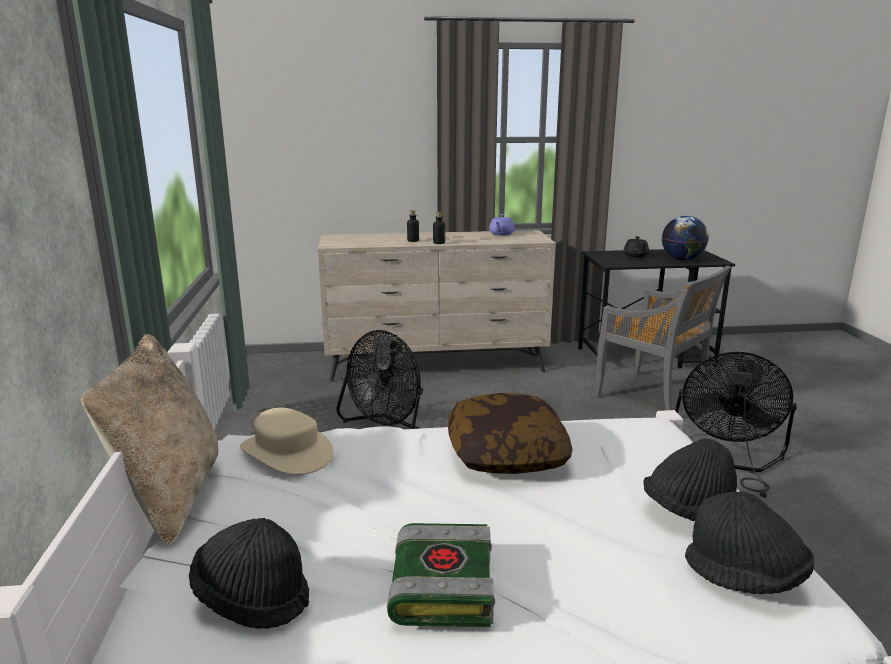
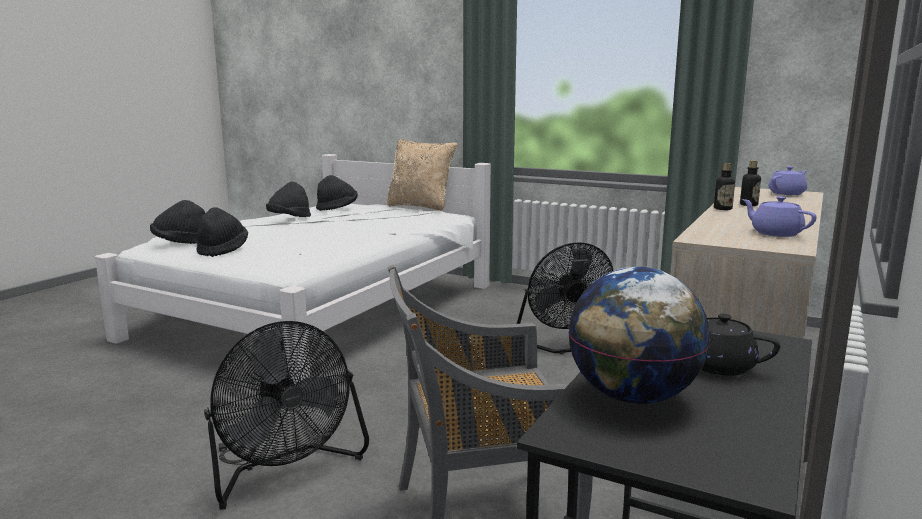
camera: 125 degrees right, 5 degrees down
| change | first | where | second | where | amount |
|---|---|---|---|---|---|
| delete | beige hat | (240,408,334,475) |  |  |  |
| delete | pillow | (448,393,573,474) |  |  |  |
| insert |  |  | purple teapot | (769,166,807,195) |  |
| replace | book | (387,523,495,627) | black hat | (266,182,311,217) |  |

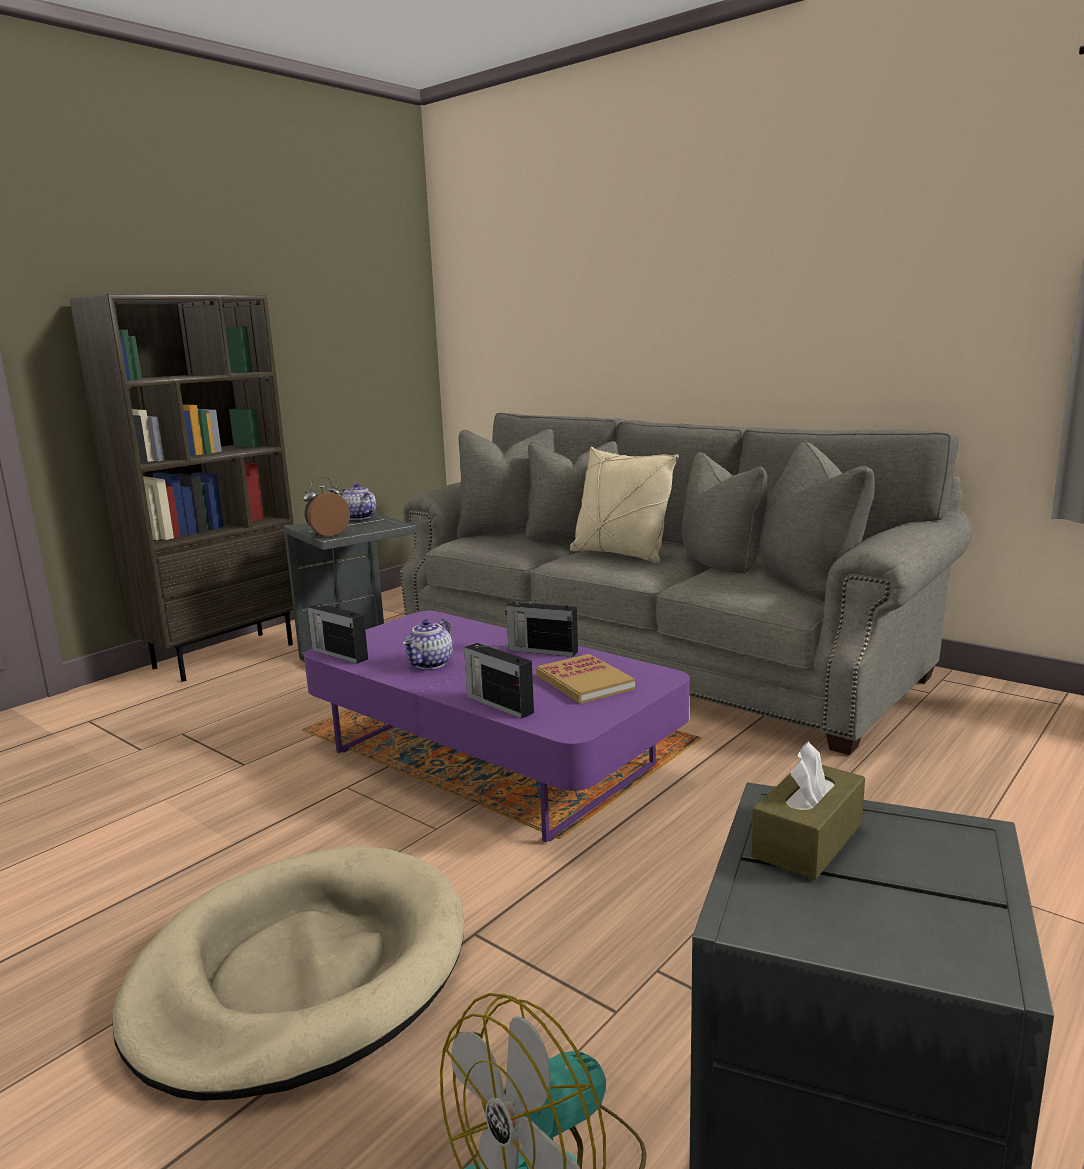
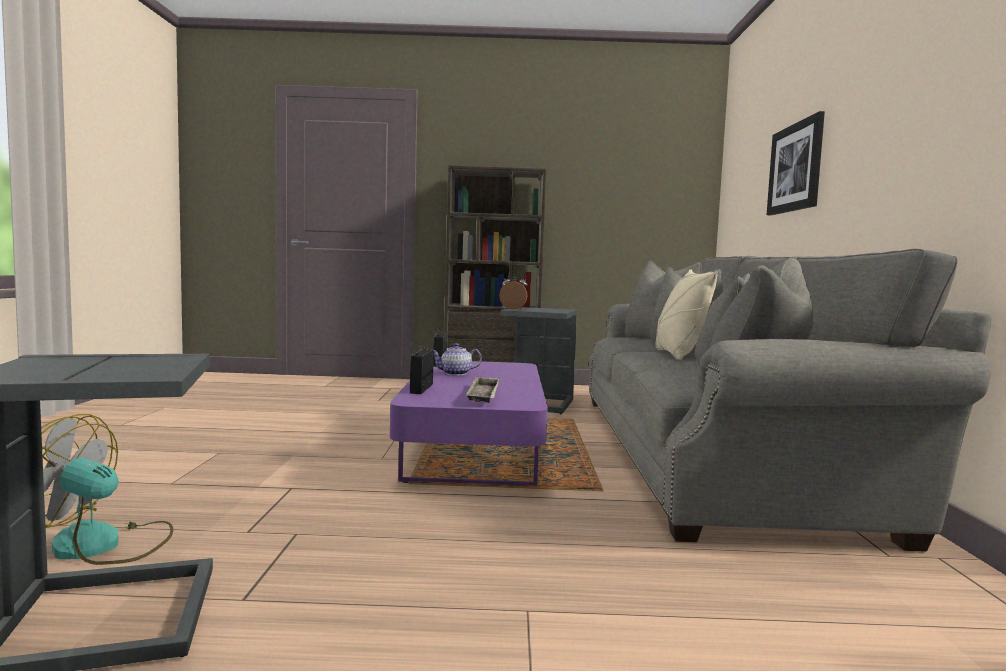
camera: 50 degrees right, 10 degrees down
| change | first | where | second | where | amount |
|---|---|---|---|---|---|
| delete | beige dog bed | (113,846,464,1101) |  |  |  |
| delete | teapot | (342,483,376,520) |  |  |  |
| delete | radio | (505,595,578,657) |  |  |  |
| delete | brown tissue box | (751,741,865,880) |  |  |  |
| insert |  |  | picture | (767,111,825,216) |  |
| replace | book | (536,654,635,704) | tray | (466,376,499,403) |  |

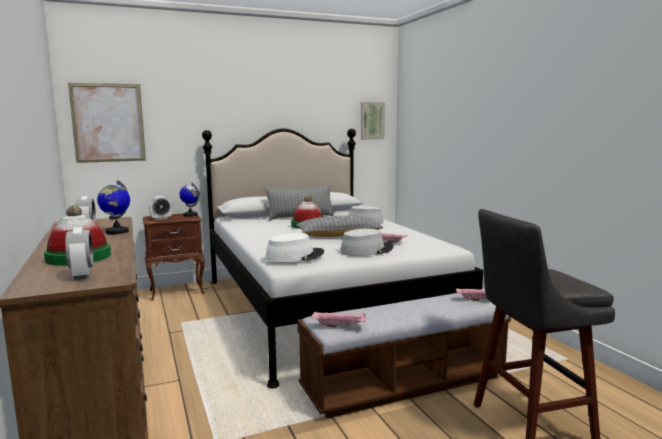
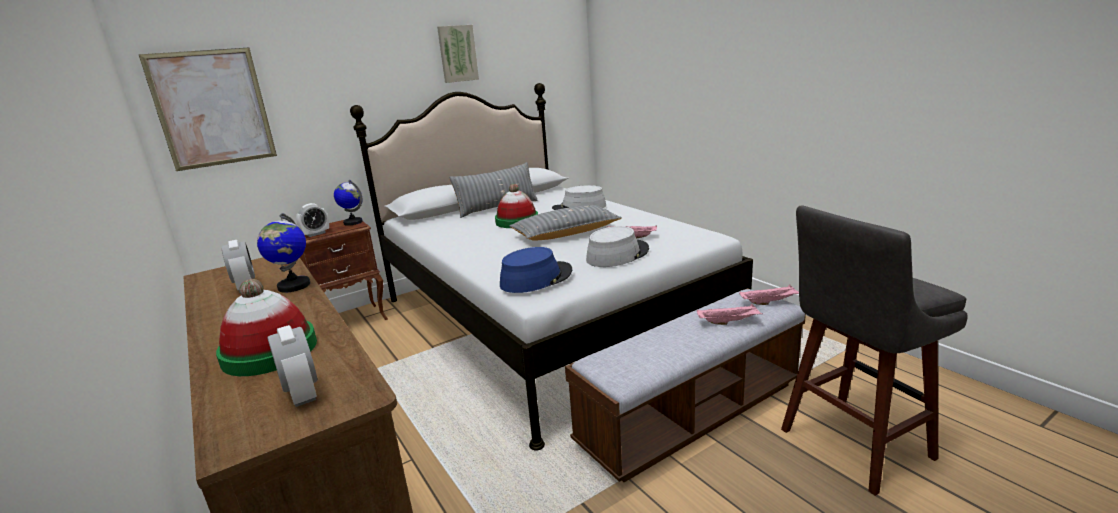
camera: 10 degrees left, 10 degrees up
| change | first | where | second | where | amount |
|---|---|---|---|---|---|
| move | pink tray | (311,311,366,328) |  | (697,304,763,325) |  |
| move | picture | (361,102,385,140) |  | (437,25,479,83) |  |
| recolor | white hat | (265,233,324,262) | blue hat | (500,247,572,293) |  |

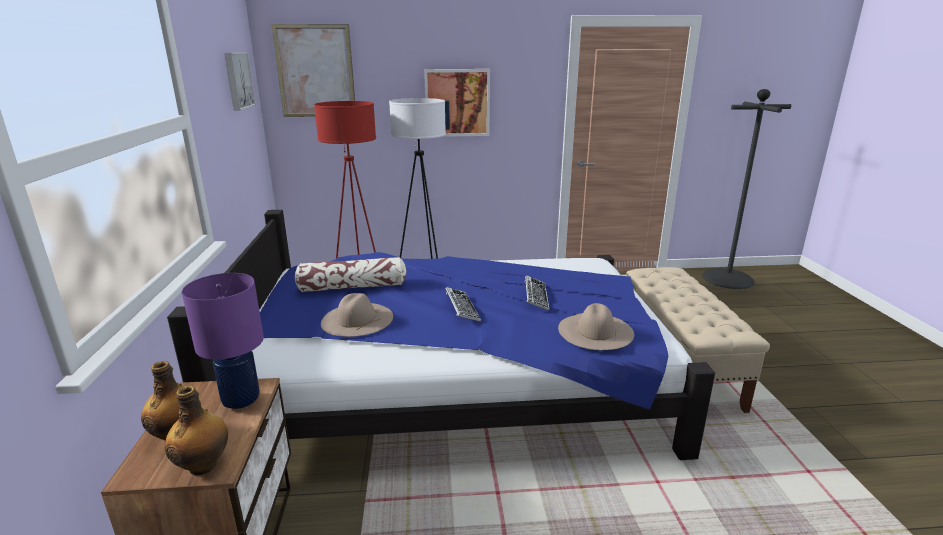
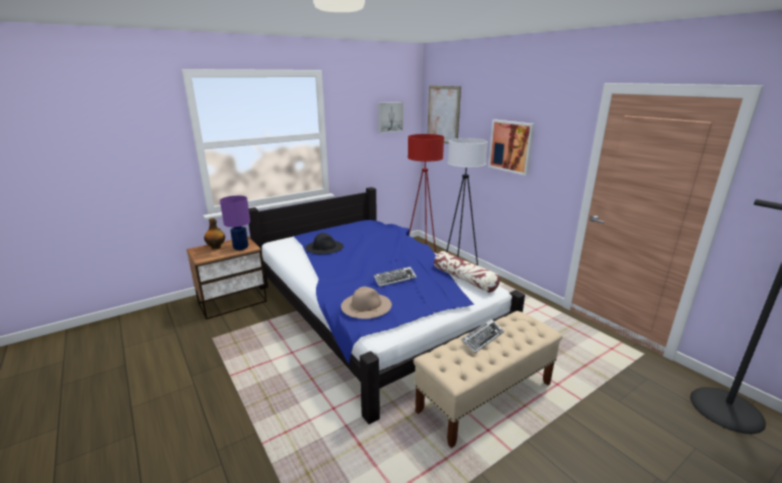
camera: 60 degrees right, 0 degrees up
| change | first | where | second | where | amount |
|---|---|---|---|---|---|
| delete | bottle | (165,386,228,476) |  |  |  |
| move | pillow | (295,257,407,292) |  | (434,251,500,293) |  |
| move | keyboard | (445,287,481,322) |  | (461,319,504,353) |  |
| recolor | beige hat | (321,293,393,337) | black hat | (305,233,344,254) |  |

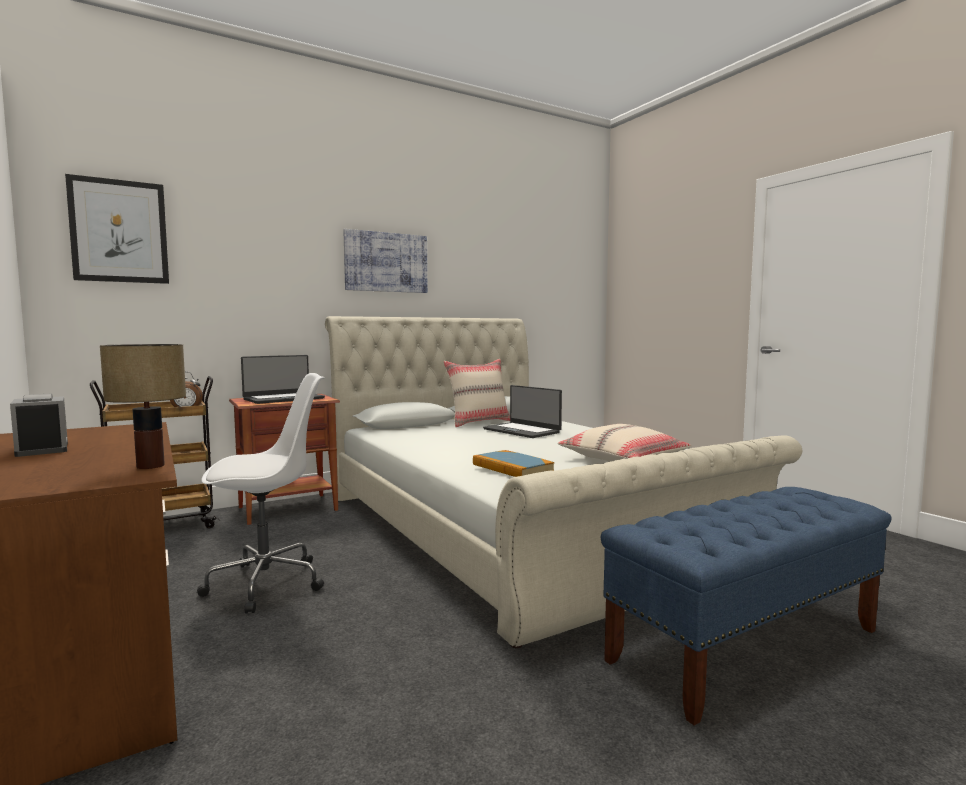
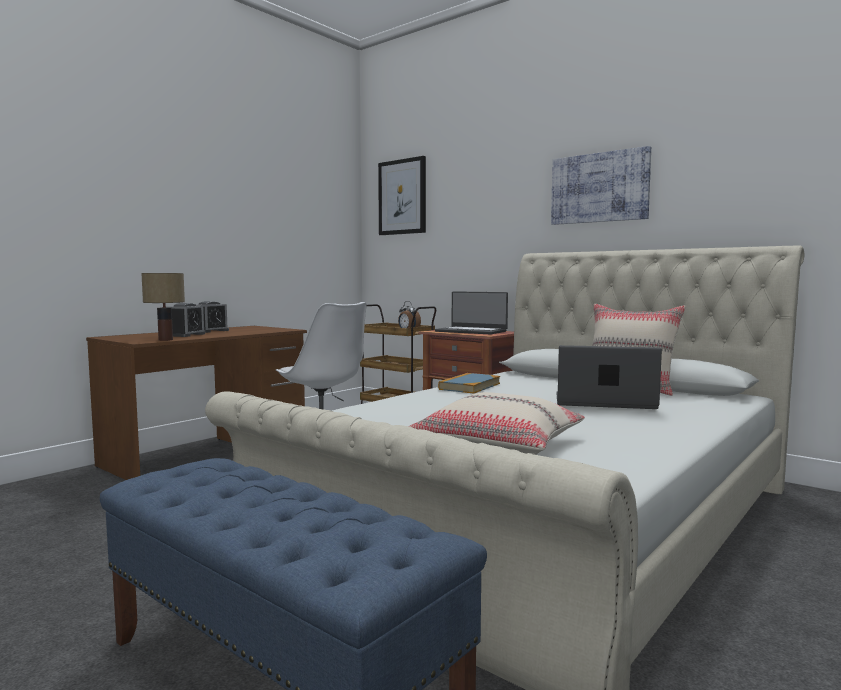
camera: 70 degrees right, 0 degrees up
| change | first | where | second | where | amount |
|---|---|---|---|---|---|
| insert |  |  | alarm clock | (170,303,205,337) |  |
| move | book | (473,450,555,477) |  | (438,373,500,394) |  |
| rotate | laptop | (483,385,562,438) |  | (556,345,662,409) | 75 degrees clockwise |

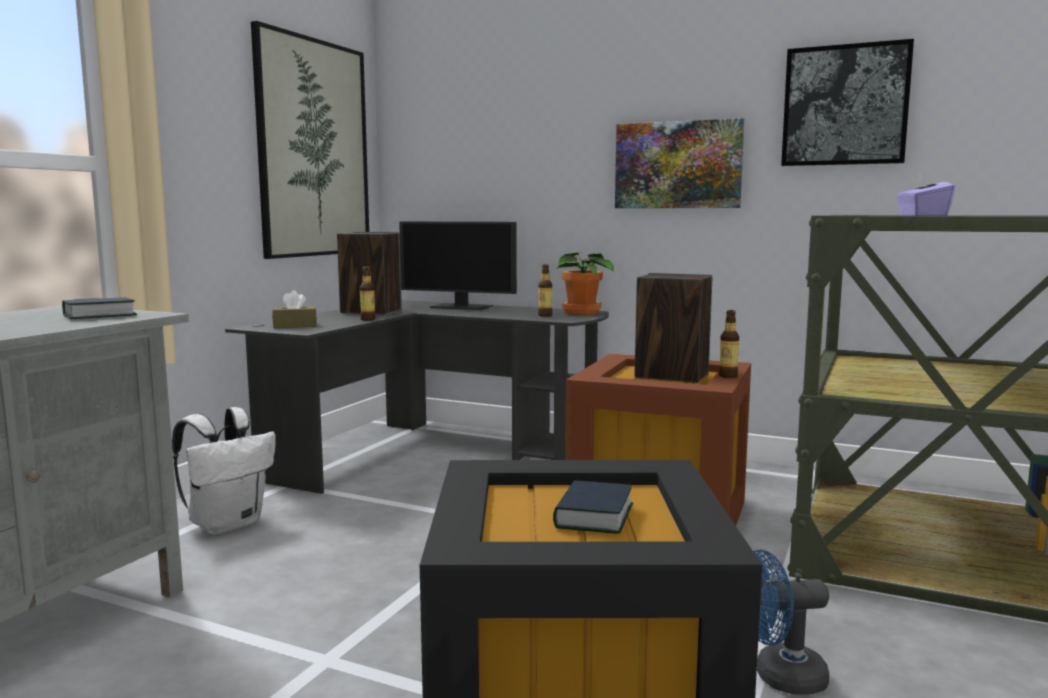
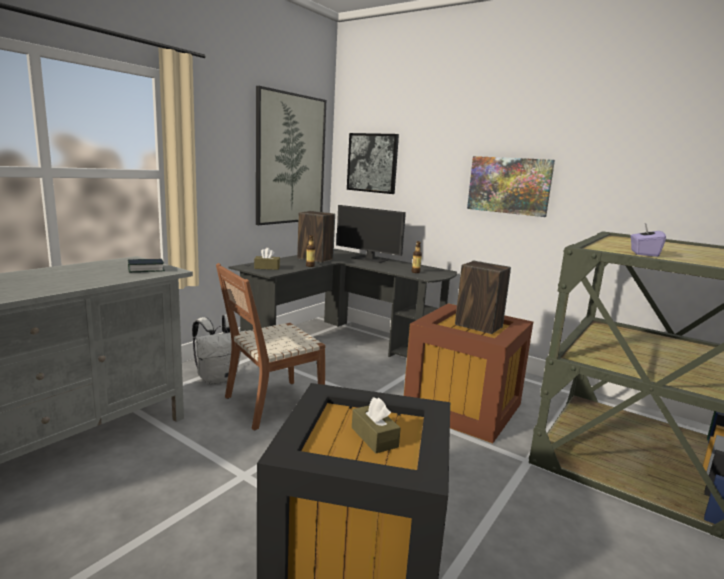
camera: 10 degrees right, 5 degrees up
| change | first | where | second | where | amount |
|---|---|---|---|---|---|
| delete | potted plant | (555,253,614,315) |  |  |  |
| delete | bottle | (719,310,739,378) |  |  |  |
| delete | blue fan | (753,549,829,695) |  |  |  |
| insert |  |  | chair | (216,263,325,430) |  |
| move | picture | (781,39,914,166) |  | (347,133,399,194) |  |
| replace | book | (553,480,633,534) | brown tissue box | (352,397,401,454) |  |

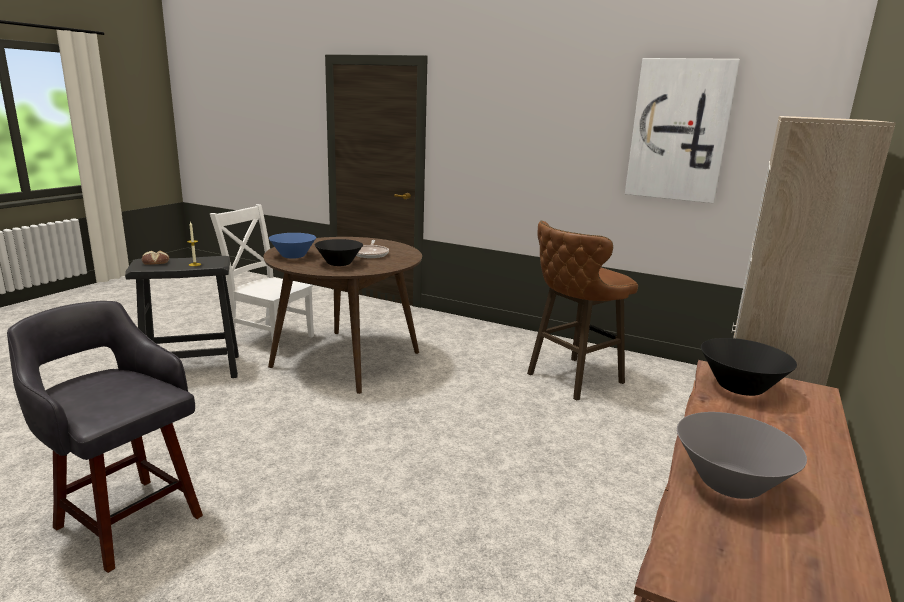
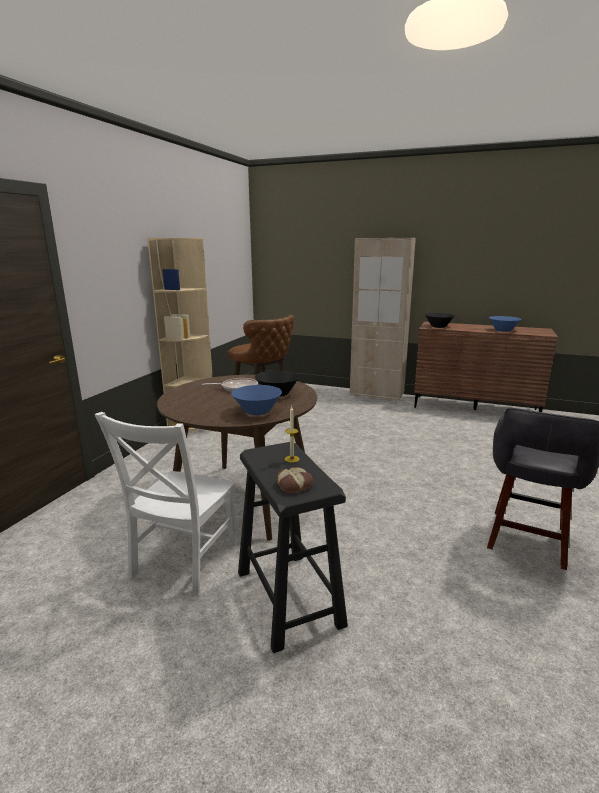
camera: 95 degrees left, 0 degrees up
| change | first | where | second | where | amount |
|---|---|---|---|---|---|
| delete | picture | (625,58,740,203) |  |  |  |
| insert |  |  | beige bookcase | (147,238,213,433) |  |
| recolor | grey bowl | (677,412,807,499) | blue bowl | (489,316,521,332) |  |

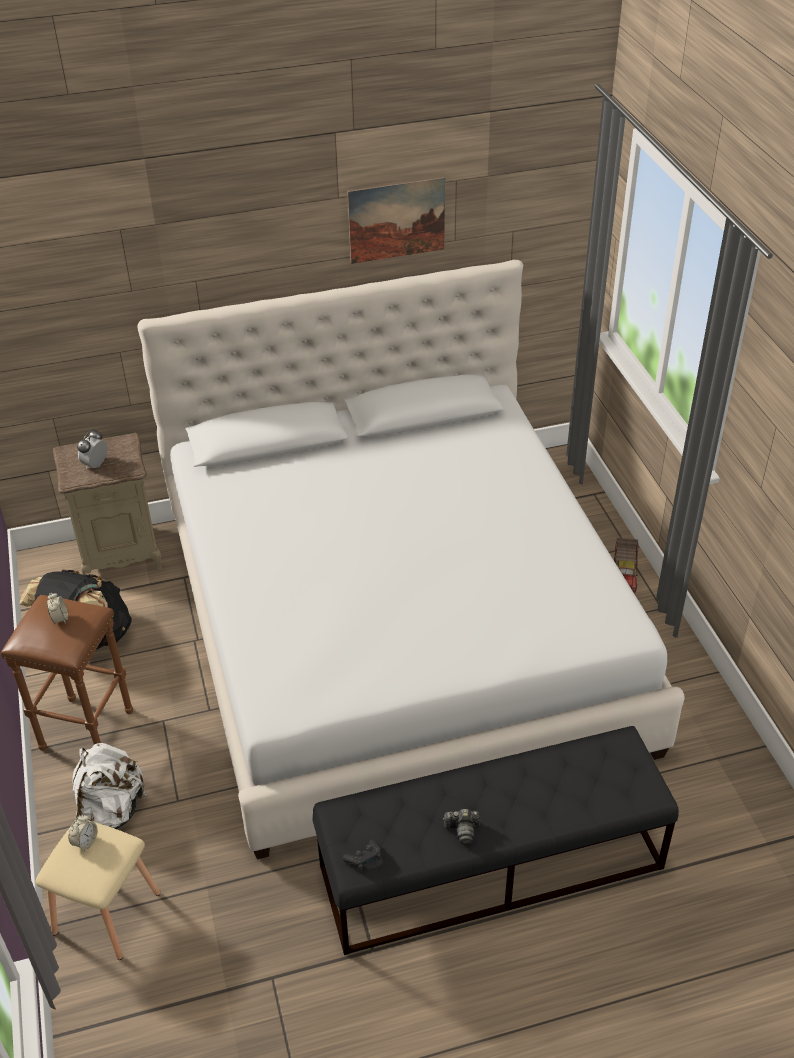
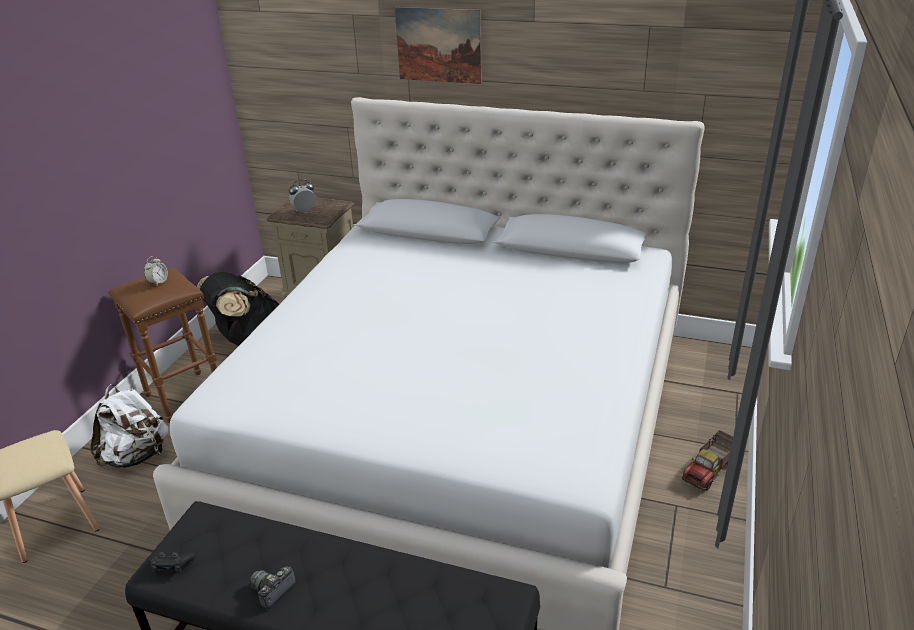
camera: 35 degrees right, 10 degrees down
| change | first | where | second | where | amount |
|---|---|---|---|---|---|
| delete | alarm clock | (68,815,97,851) |  |  |  |
| move | picture | (348,177,445,264) |  | (395,7,482,84) |  |
| rotate | photo camera | (443,809,480,845) |  | (250,566,296,609) | 90 degrees clockwise |

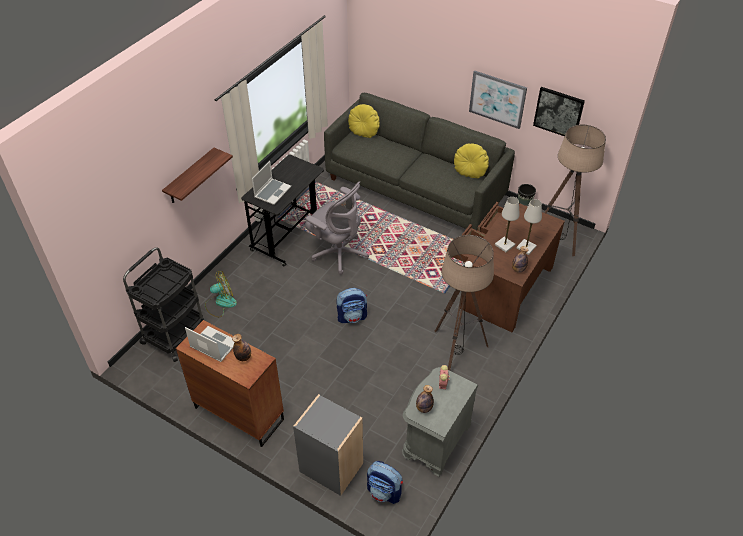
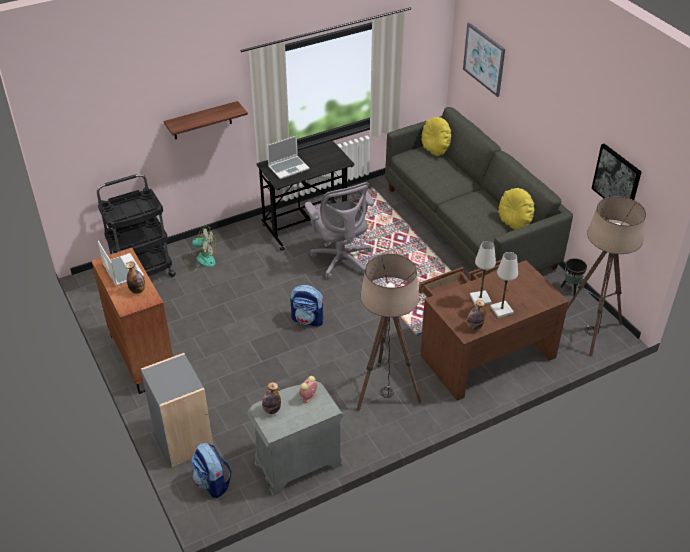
camera: 30 degrees right, 5 degrees down
| change | first | where | second | where | amount |
|---|---|---|---|---|---|
| move | picture | (469,70,527,129) |  | (463,23,505,97) |  |

